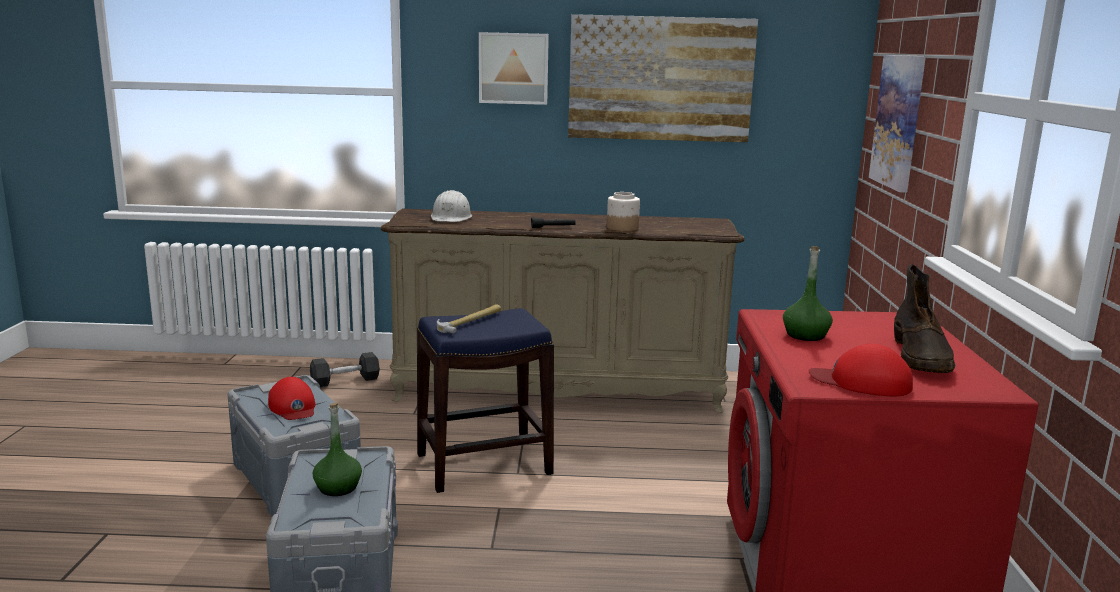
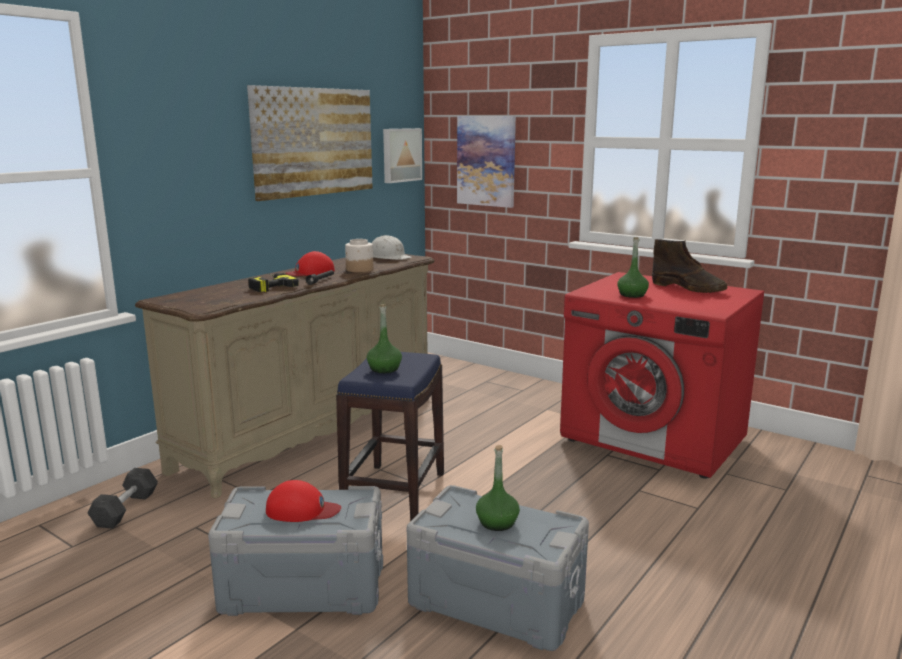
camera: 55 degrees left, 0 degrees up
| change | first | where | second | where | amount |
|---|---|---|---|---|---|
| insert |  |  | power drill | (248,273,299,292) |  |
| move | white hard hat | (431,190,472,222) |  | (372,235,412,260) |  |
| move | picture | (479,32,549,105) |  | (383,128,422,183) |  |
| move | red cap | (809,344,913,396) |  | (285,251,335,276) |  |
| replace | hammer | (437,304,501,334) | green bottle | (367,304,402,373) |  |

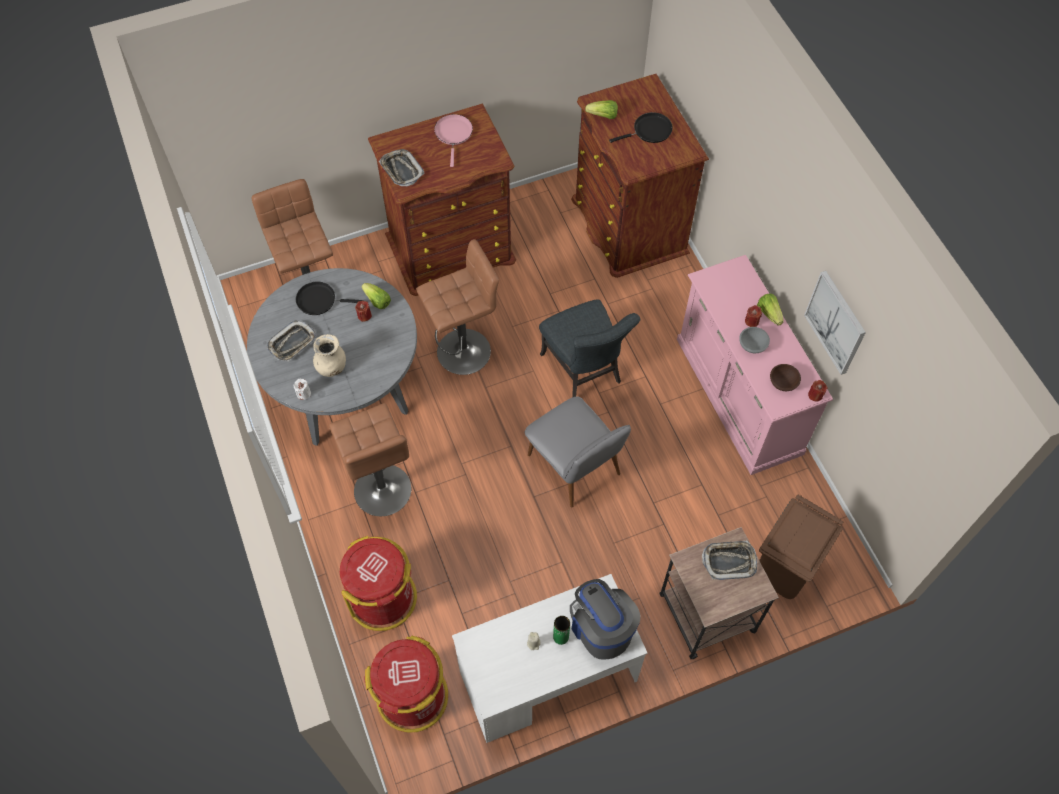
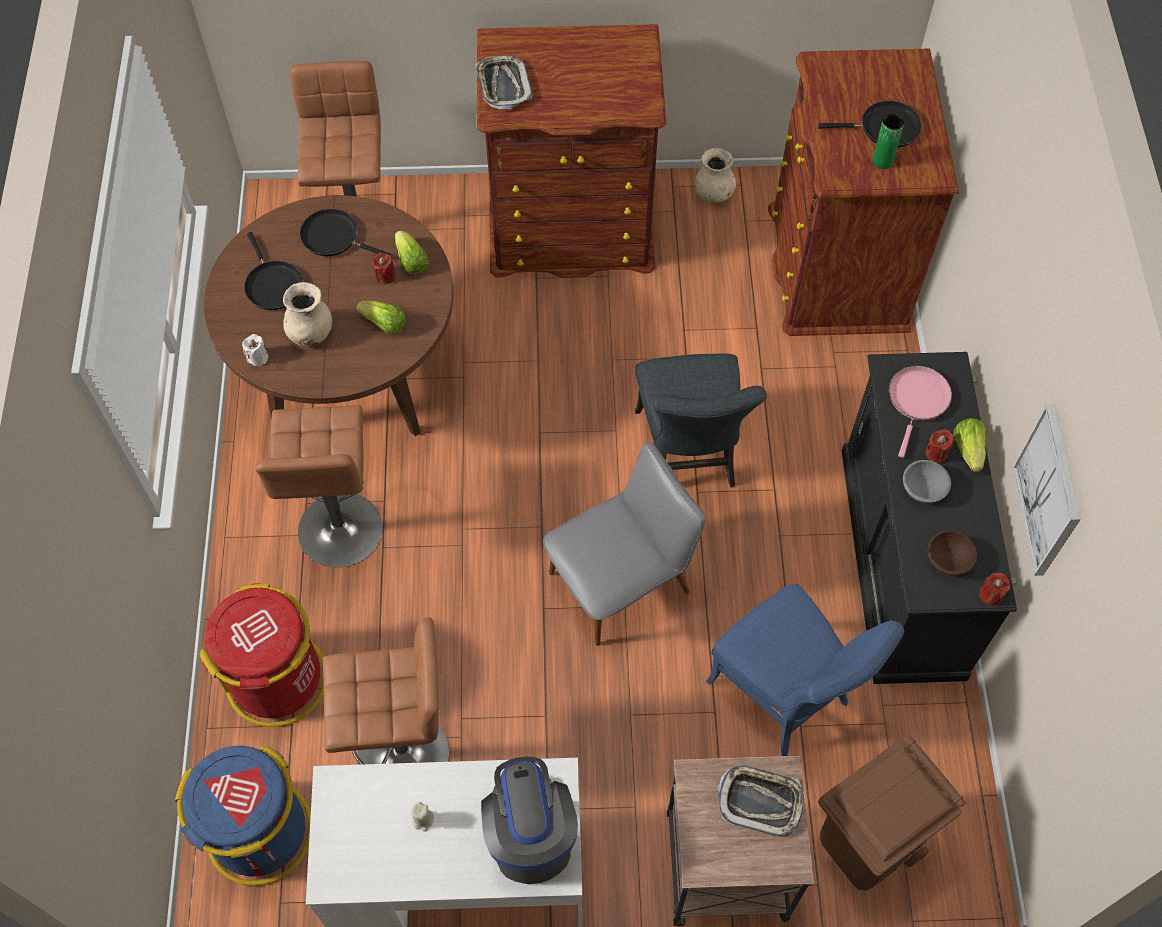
camera: 20 degrees right, 0 degrees up
| change | first | where | second | where | amount |
|---|---|---|---|---|---|
| insert |  |  | beige vase | (695,148,736,202) |  |
| insert |  |  | blue chair | (706,584,904,756) |  |
| move | brown stool | (416,239,499,375) |  | (323,617,449,765) |  |
| move | pink frying pan | (434,114,473,167) |  | (889,366,952,458) |  |
| move | green vase | (553,616,570,645) |  | (872,114,904,169) |  |
| move | lettuce | (585,100,618,119) |  | (356,301,406,334) |  |
| replace | tray | (267,320,316,361) | black frying pan | (244,232,303,310) |  |
| recolor | grey dining table | (247,268,417,446) | brown dining table | (204,195,454,436) |  |
| recolor | red trash can | (364,635,448,733) | blue trash can | (175,746,311,886) |  |
| recolor | pink cabinet | (677,255,833,475) | black cabinet | (842,352,1017,684) |  |
| rotate | grey chair | (525,396,631,507) |  | (543,443,706,646) | 105 degrees counterclockwise |

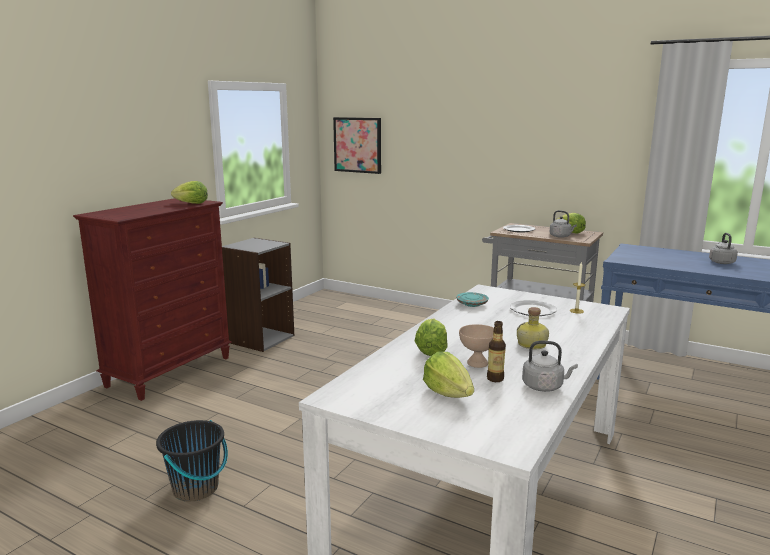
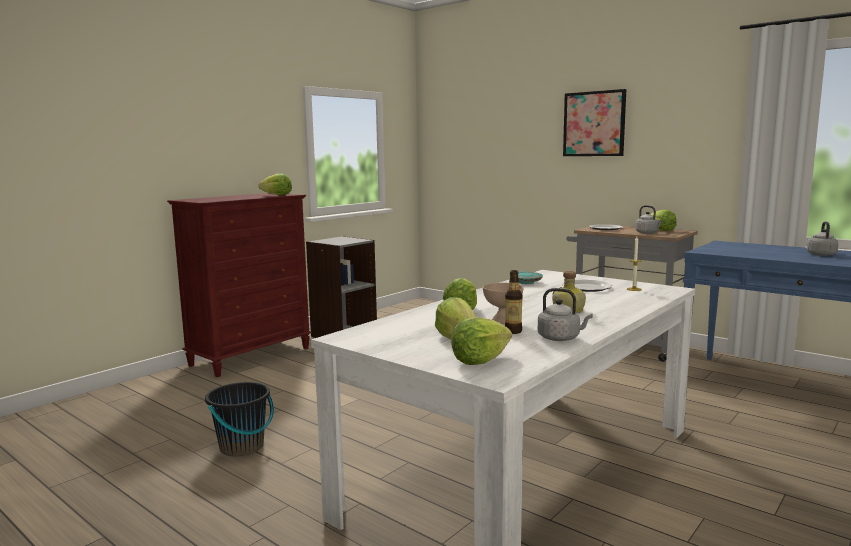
camera: 10 degrees right, 5 degrees down
| change | first | where | second | where | amount |
|---|---|---|---|---|---|
| insert |  |  | lettuce | (451,318,512,365) |  |
| move | picture | (333,117,381,174) |  | (563,89,626,156) |  |

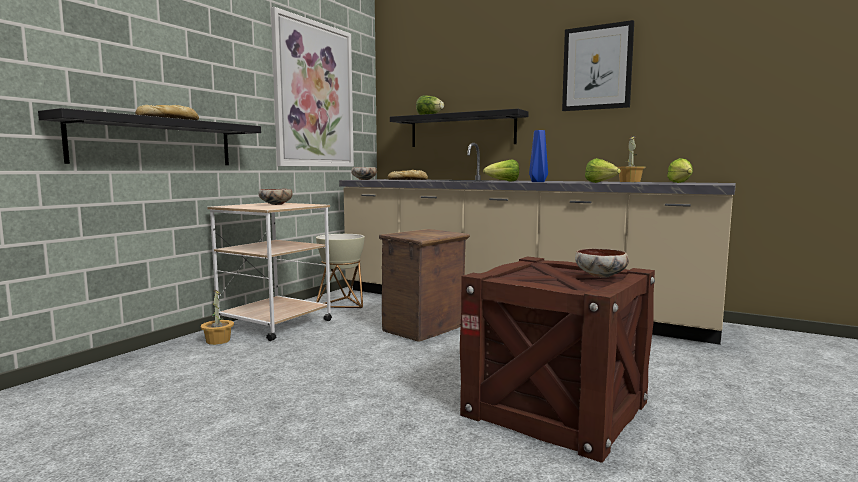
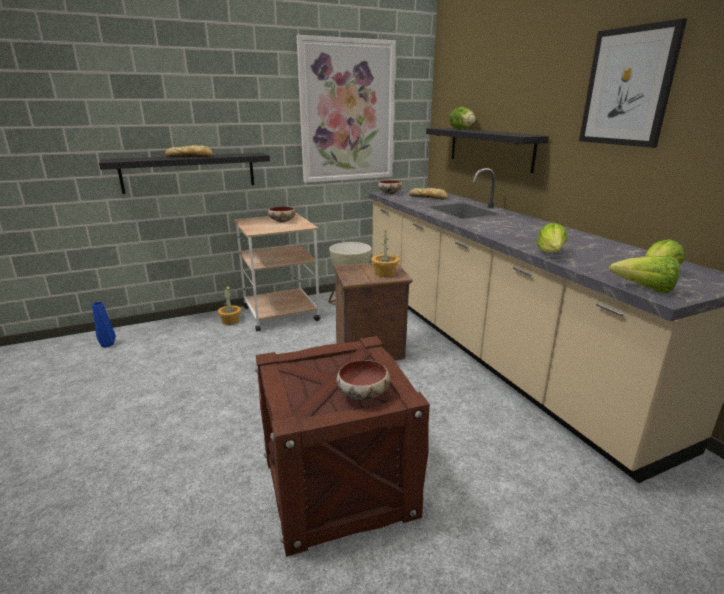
camera: 35 degrees right, 15 degrees up
| change | first | where | second | where | amount |
|---|---|---|---|---|---|
| move | lettuce | (483,159,519,182) |  | (609,256,680,293) |  |
| move | blue vase | (529,130,548,182) |  | (92,301,116,348) |  |
| move | potted plant | (618,136,645,182) |  | (371,228,400,277) |  |

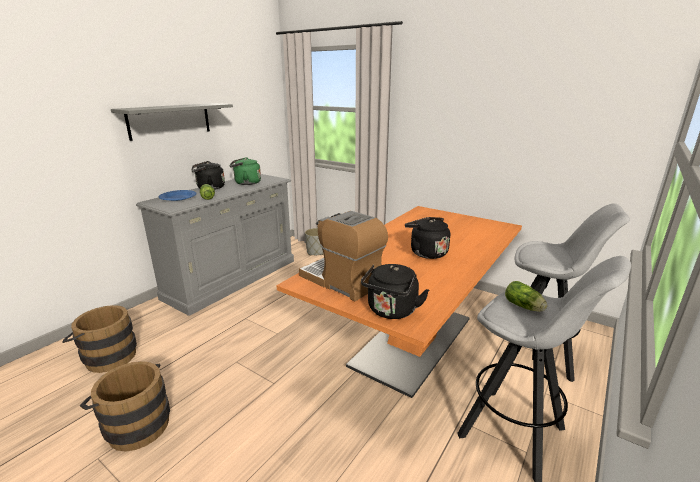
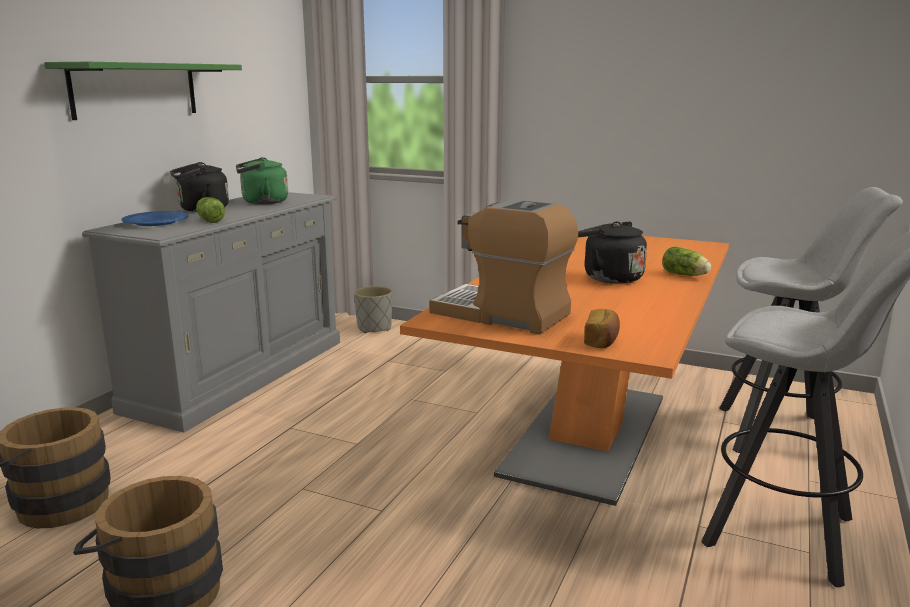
camera: 10 degrees left, 5 degrees down
| change | first | where | second | where | amount |
|---|---|---|---|---|---|
| move | lettuce | (505,281,547,312) |  | (662,246,711,276) |  |
| replace | black kettle | (361,264,429,319) | bread | (584,309,620,348) |  |
| recolor | grey shelf | (111,103,233,141) | green shelf | (44,62,242,120) |  |

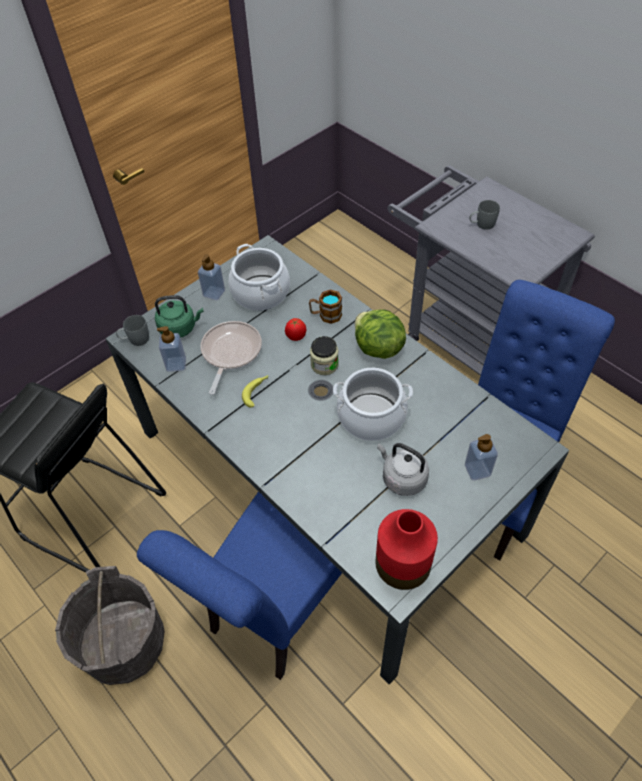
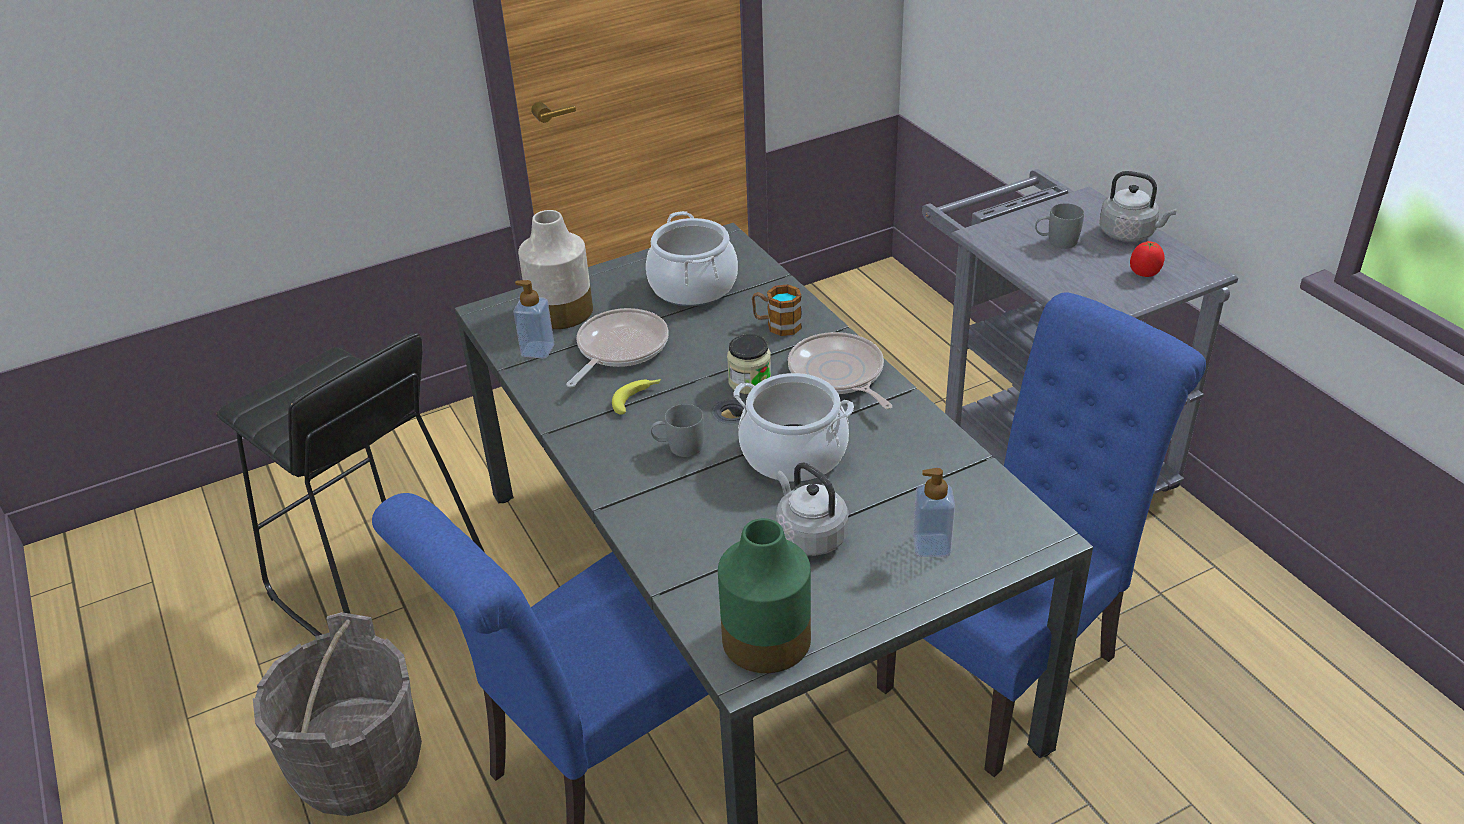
camera: 15 degrees right, 15 degrees down
| change | first | where | second | where | amount |
|---|---|---|---|---|---|
| delete | soap dispenser | (198,254,225,300) |  |  |  |
| insert |  |  | grey kettle | (1099,171,1177,242) |  |
| move | grey mug | (116,315,149,346) |  | (650,404,704,457) |  |
| move | tomato | (285,318,306,341) |  | (1130,241,1165,277) |  |
| replace | green kettle | (155,295,204,338) | beige vase | (518,210,593,329) |  |
| replace | lettuce | (355,309,406,359) | frying pan | (788,332,892,409) |  |
| recolor | red vase | (375,509,438,590) | green vase | (718,518,811,673) |  |

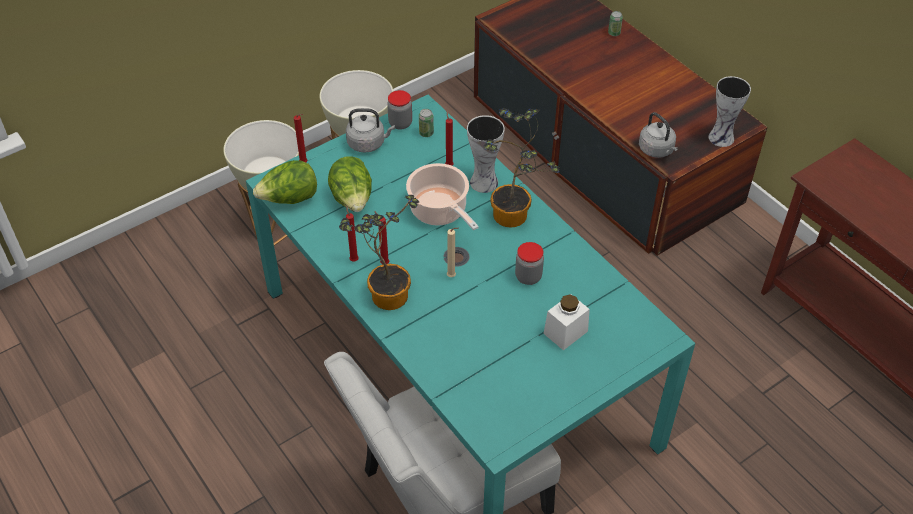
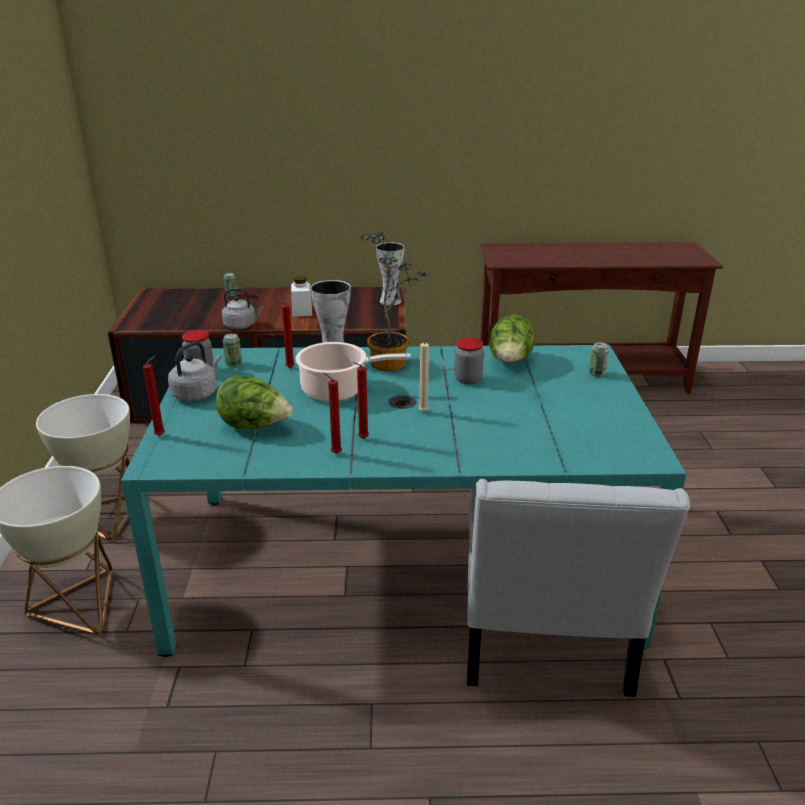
camera: 55 degrees left, 20 degrees down
| change | first | where | second | where | amount |
|---|---|---|---|---|---|
| delete | potted plant | (339,195,419,310) |  |  |  |
| insert |  |  | can | (589,342,609,377) |  |
| move | lettuce | (253,160,317,204) |  | (489,315,534,363) |  |
| move | white jar | (543,294,590,350) |  | (291,276,312,317) |  |
| move | grey kettle | (639,112,678,158) |  | (222,288,263,329) |  |

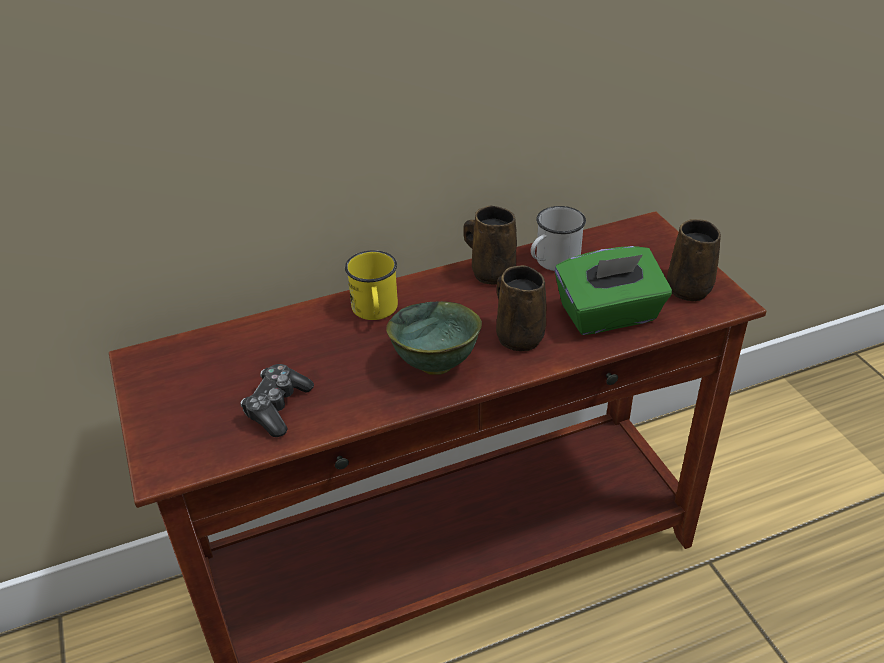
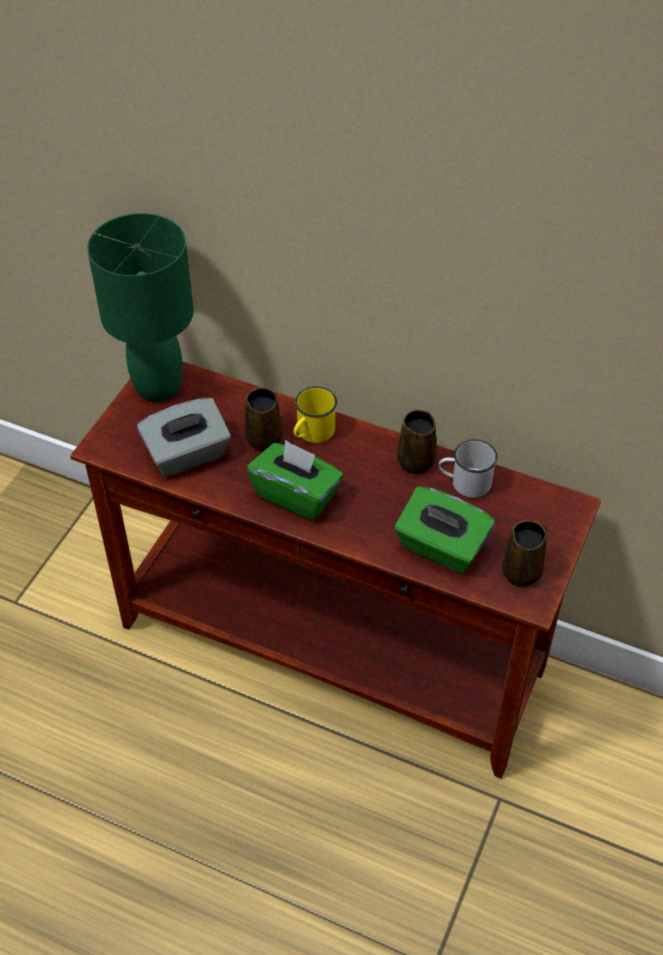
camera: 45 degrees right, 10 degrees up
| change | first | where | second | where | amount |
|---|---|---|---|---|---|
| insert |  |  | green table lamp | (87,213,194,402) |  |
| move | brown mug | (496,265,546,351) |  | (245,387,283,452) |  |
| replace | game controller | (240,364,314,437) | grey tissue box | (137,398,231,477) |  |
| replace | green bowl | (386,301,482,375) | green tissue box | (247,439,343,521) |  |

